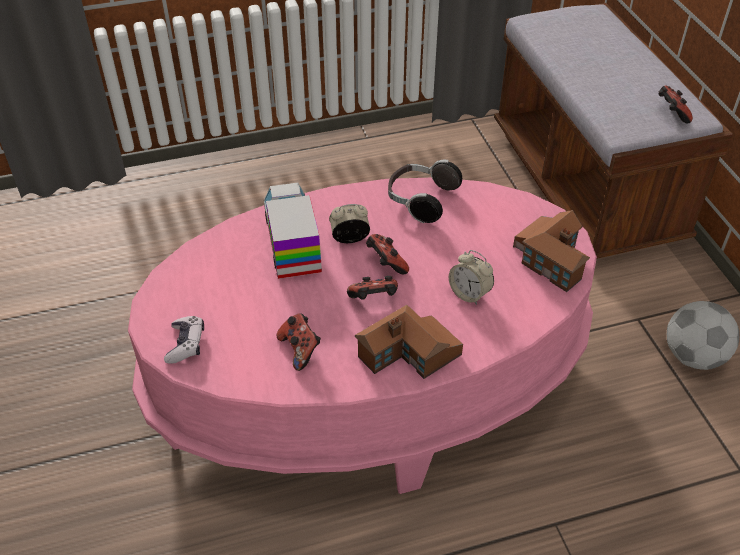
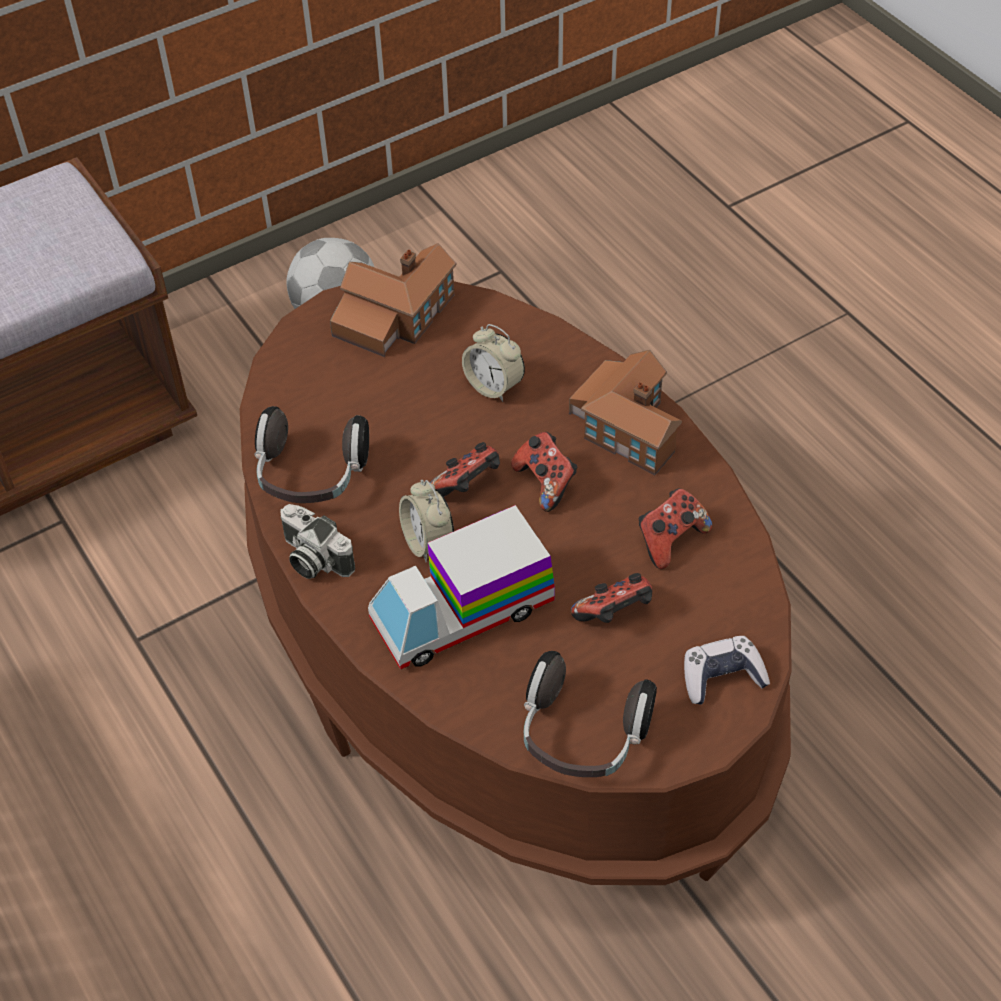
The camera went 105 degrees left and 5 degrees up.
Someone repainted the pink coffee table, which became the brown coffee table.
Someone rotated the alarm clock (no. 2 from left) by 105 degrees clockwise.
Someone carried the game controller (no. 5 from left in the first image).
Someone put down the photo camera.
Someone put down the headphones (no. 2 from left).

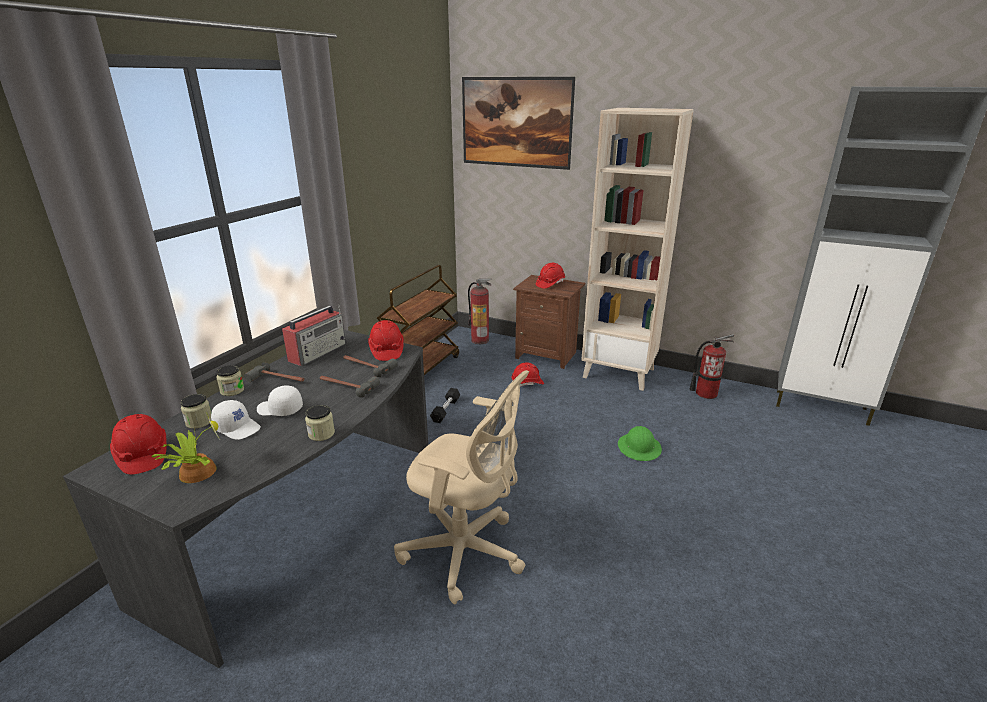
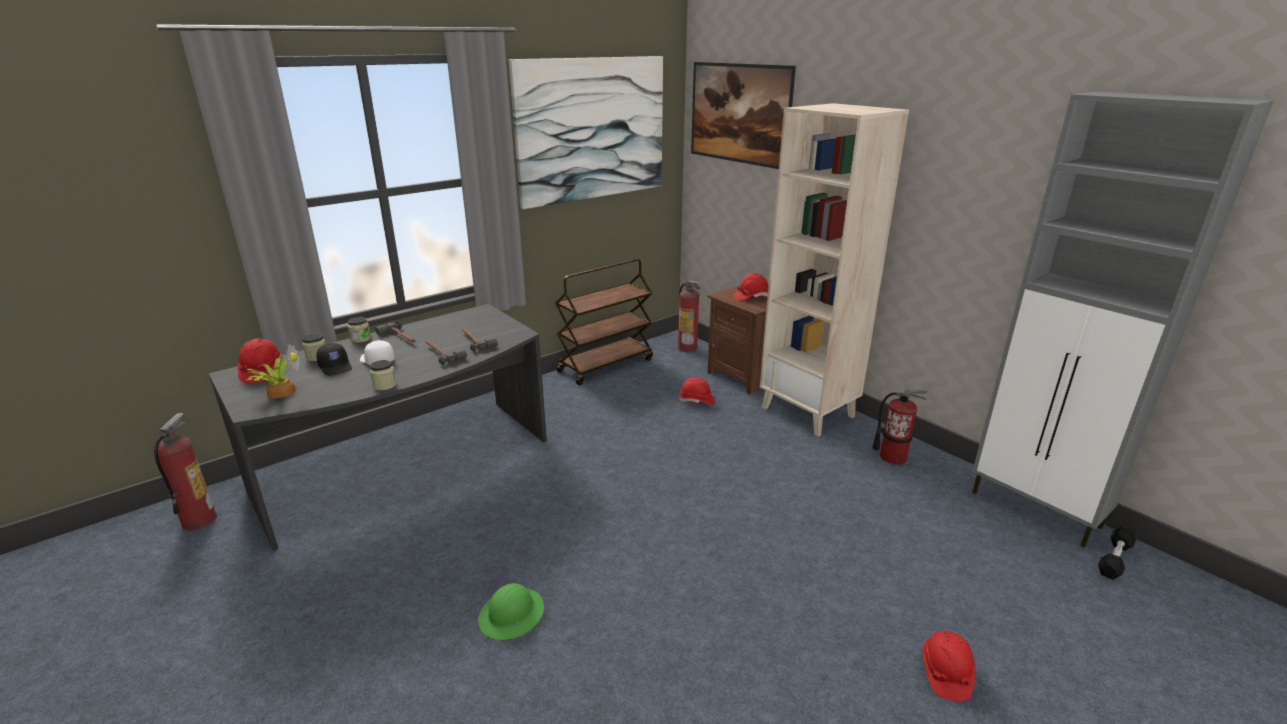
The camera went 25 degrees right and 0 degrees up.
Someone repainted the white cap (no. 1 from left), which became the black cap.
Someone took away the radio.
Someone carried the red hard hat (no. 2 from left in the first image).
Someone took away the beige office chair.
Someone carried the black dumbbell.
Someone carried the green hard hat.
Someone put down the fire extinguisher (no. 1 from left).
Someone put up the picture (no. 1 from left).

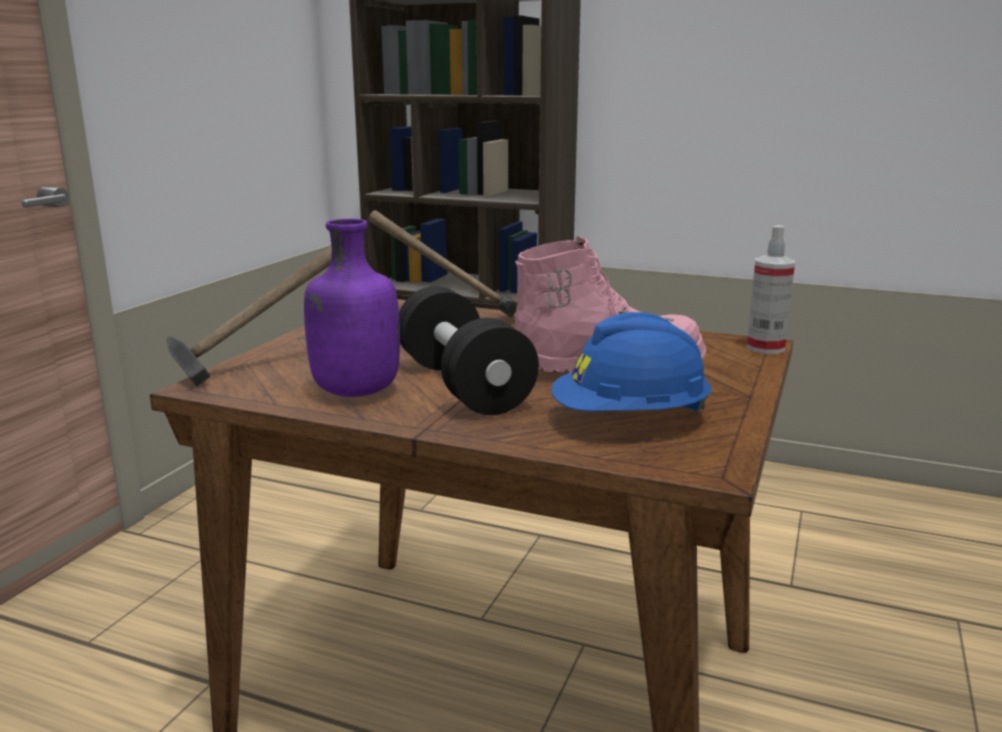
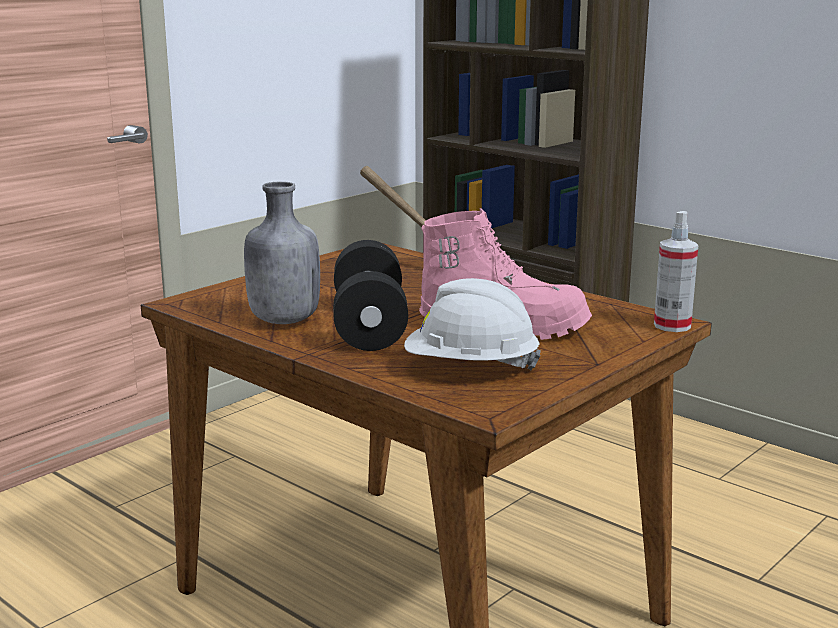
The camera went 20 degrees right and 0 degrees up.
Someone took away the hammer (no. 1 from left).
Someone repainted the purple bottle, which became the grey bottle.
Someone repainted the blue hard hat, which became the white hard hat.

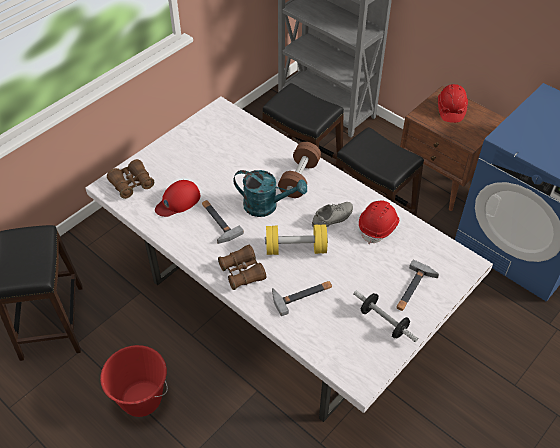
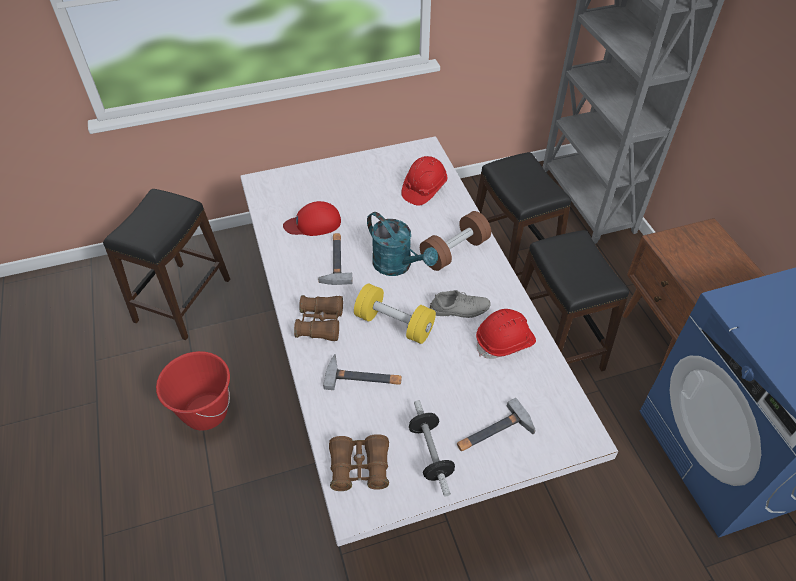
The camera went 30 degrees right and 0 degrees up.
Someone carried the brown binoculars (no. 1 from left in the first image).
Someone carried the red hard hat (no. 2 from left in the first image).

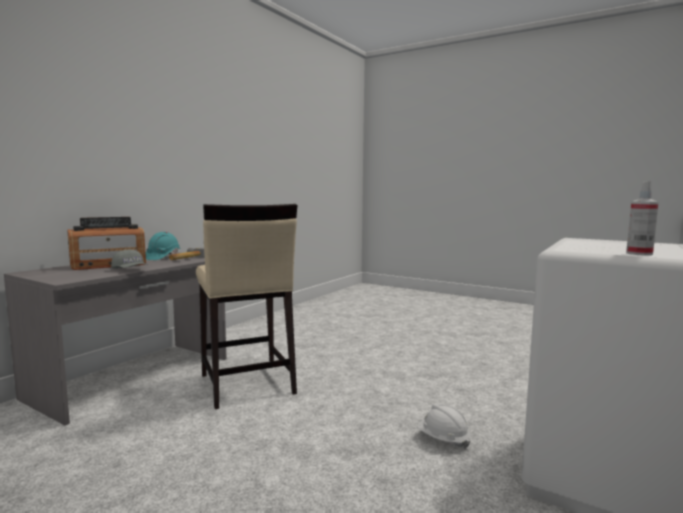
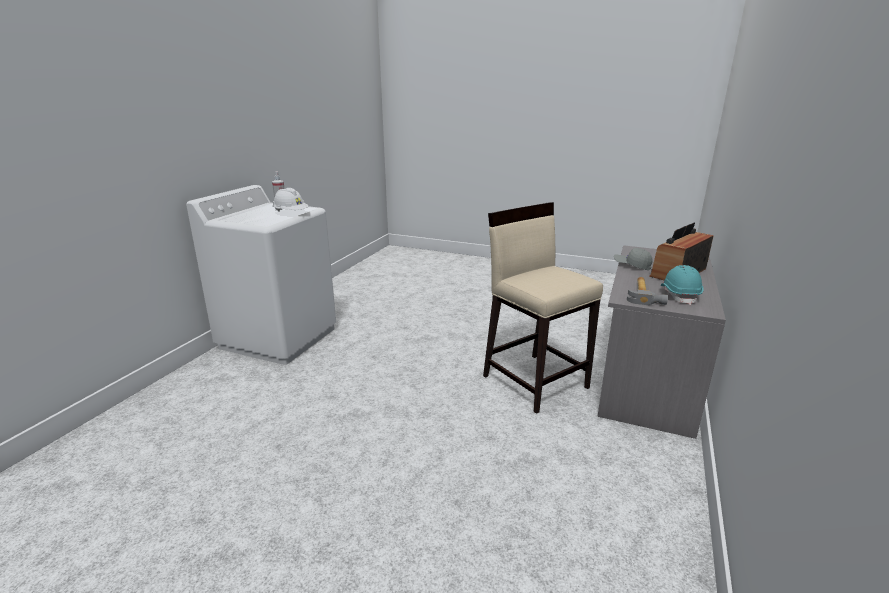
The camera went 170 degrees right and 15 degrees up.
Someone carried the white hard hat.

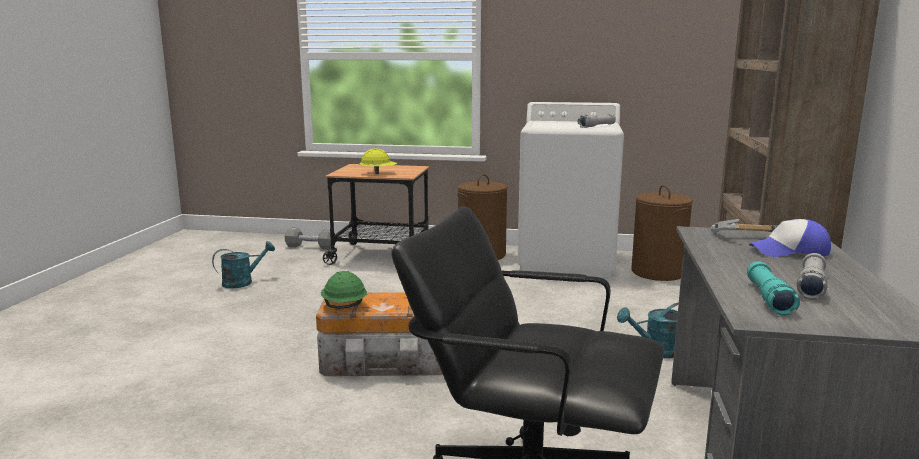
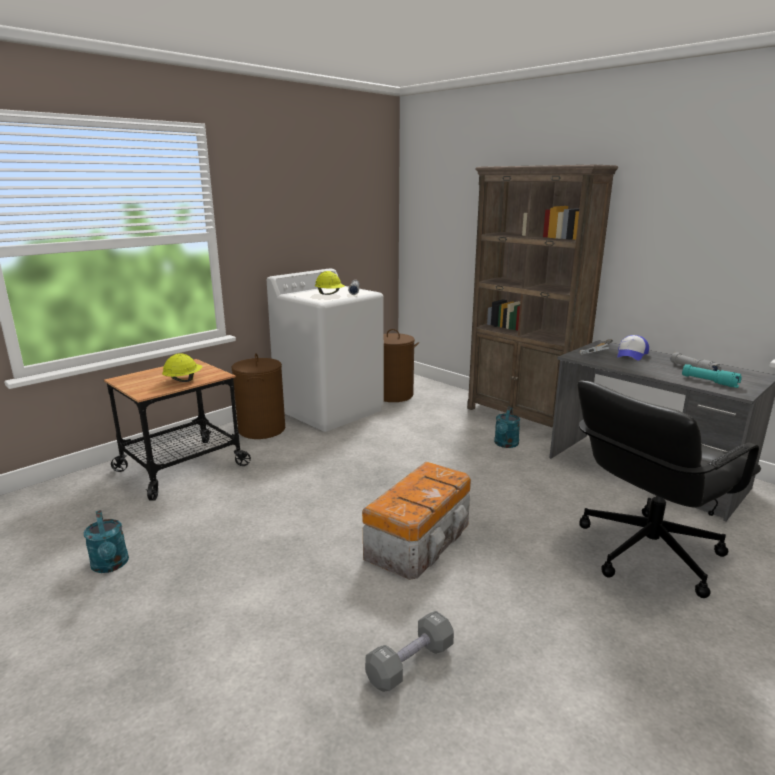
The camera went 55 degrees left and 5 degrees up.
Someone rotated the turquoise watering can (no. 1 from left) by 150 degrees clockwise.
Someone carried the grey dumbbell.
Someone took away the green hard hat.
Someone put down the yellow hard hat (no. 2 from left).

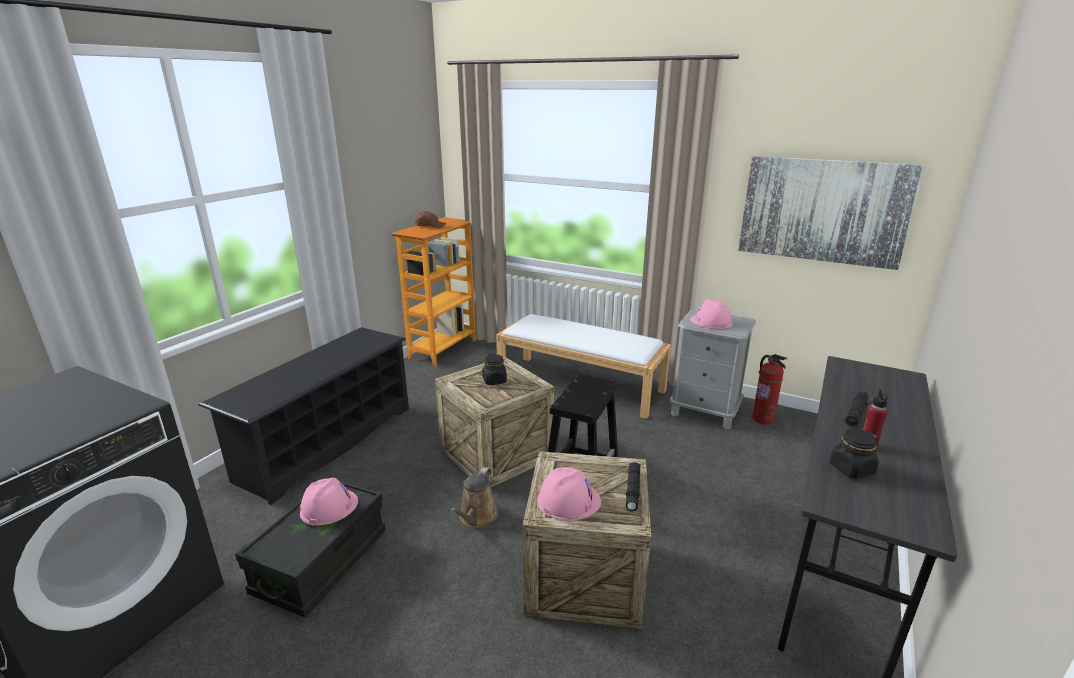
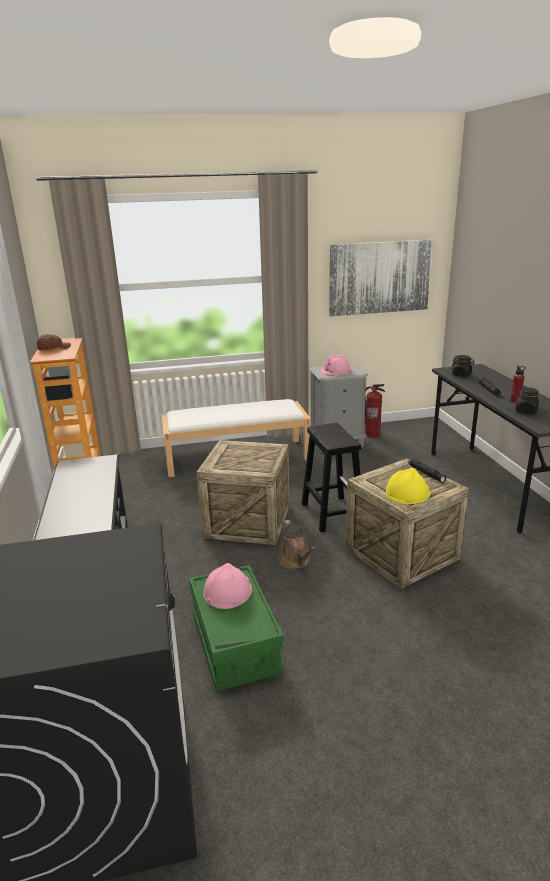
The camera went 40 degrees left and 0 degrees up.
Someone repainted the black storage box, which became the green storage box.
Someone carried the black jar (no. 1 from left).
Someone repainted the pink hard hat (no. 2 from left), which became the yellow hard hat.

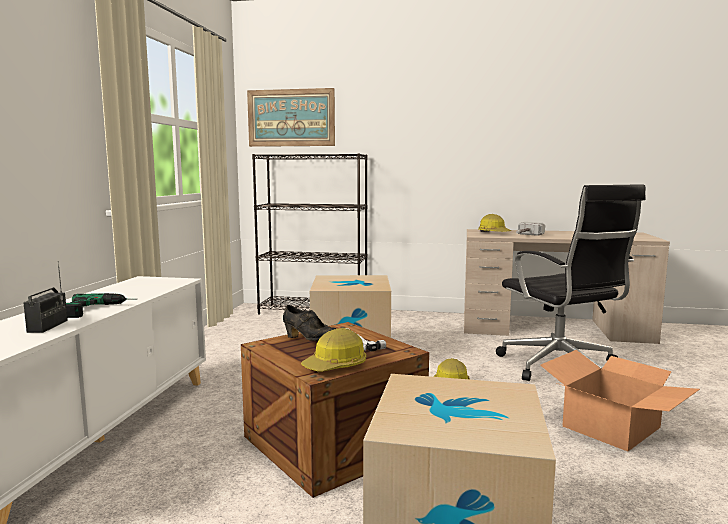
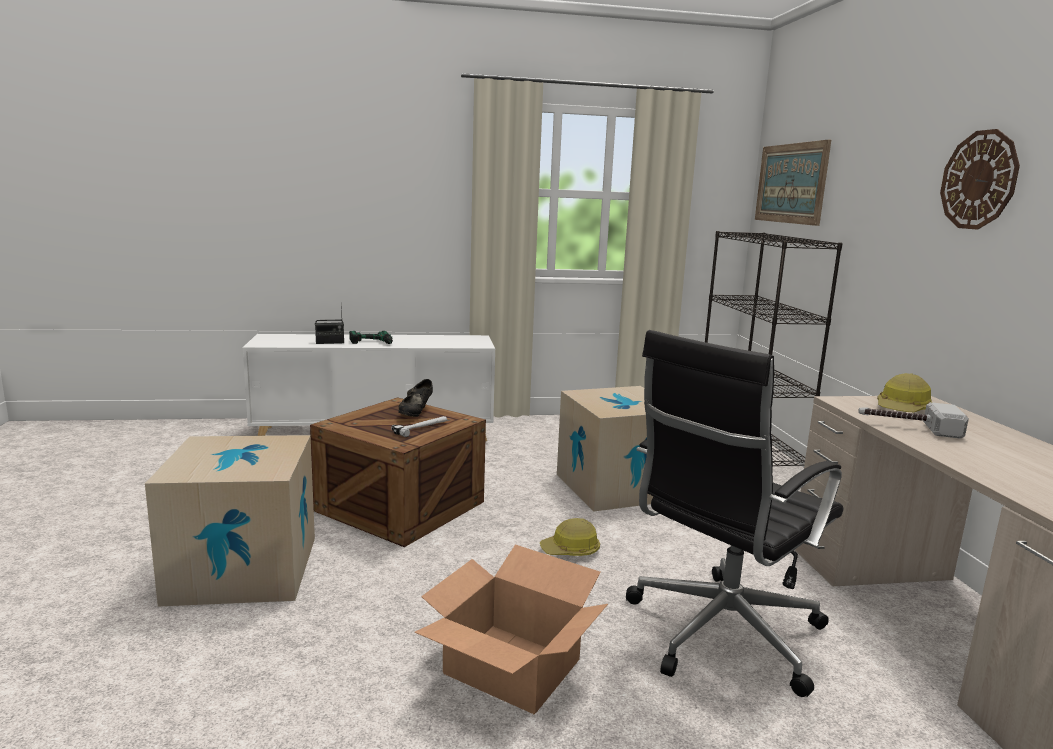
The camera went 70 degrees right and 5 degrees up.
Someone took away the hard hat (no. 1 from left).
Someone put up the wall clock.

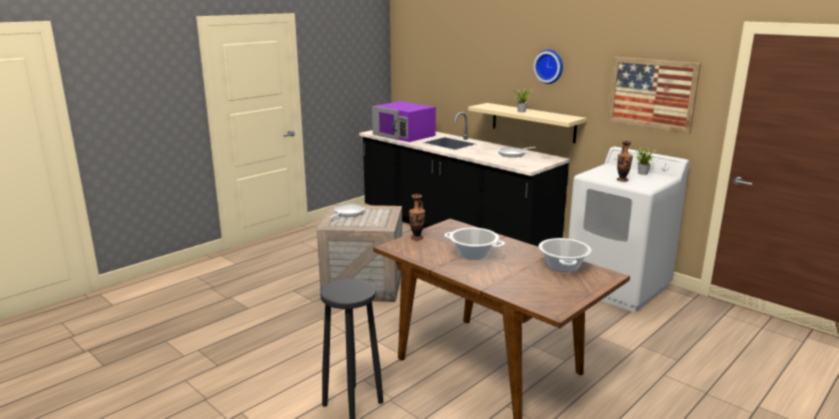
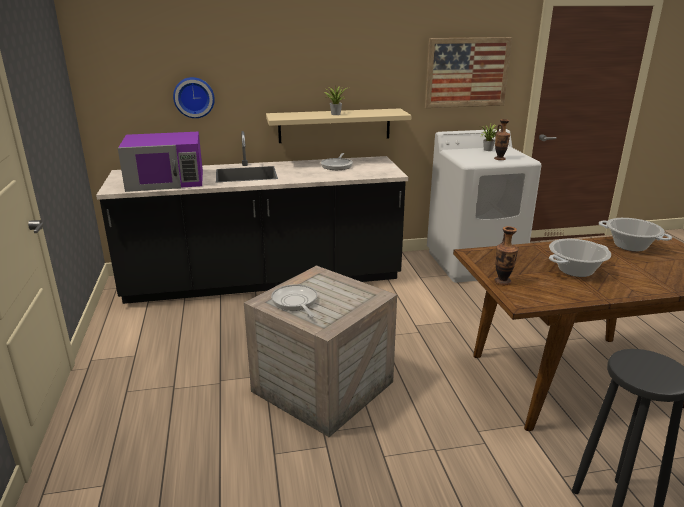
The camera went 55 degrees left and 5 degrees up.
Someone carried the wall clock.

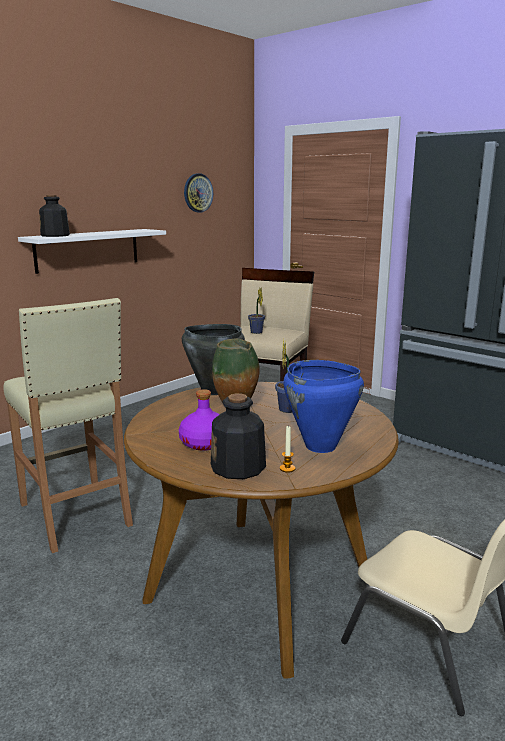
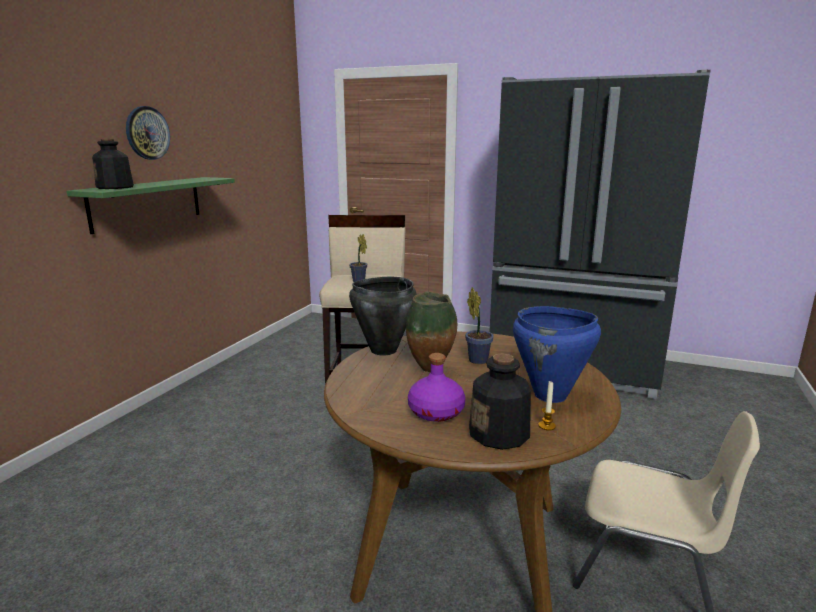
The camera went 20 degrees left and 0 degrees up.
Someone took away the beige stool (no. 1 from left).
Someone repainted the white shelf, which became the green shelf.
Someone carried the wall clock.

